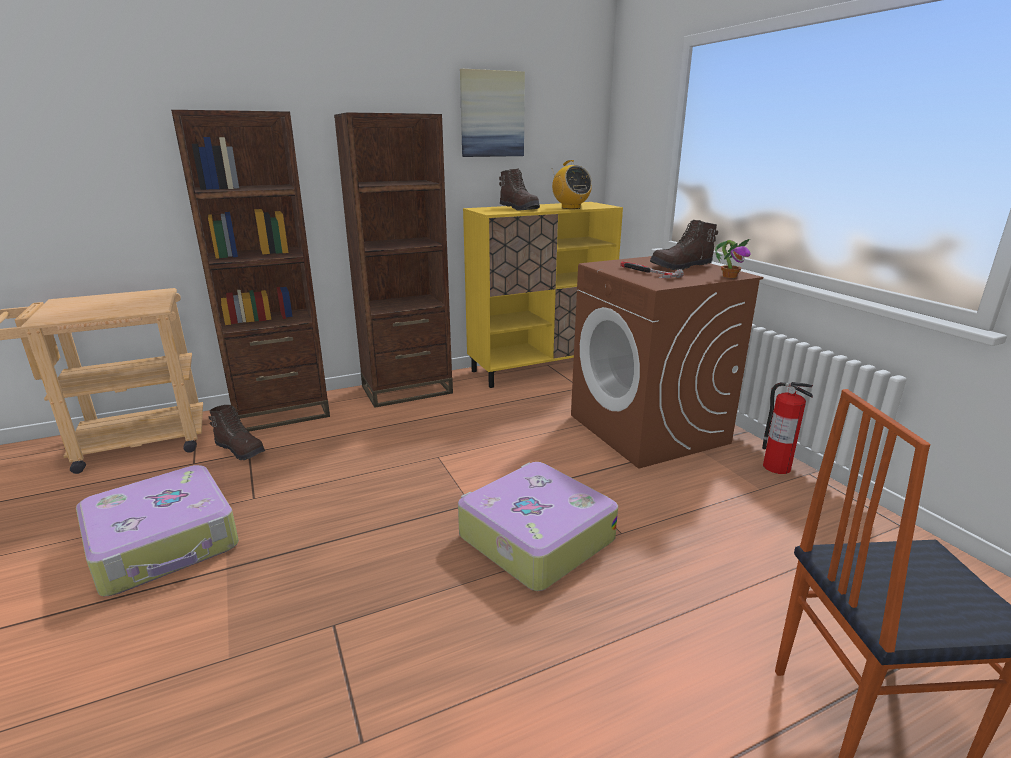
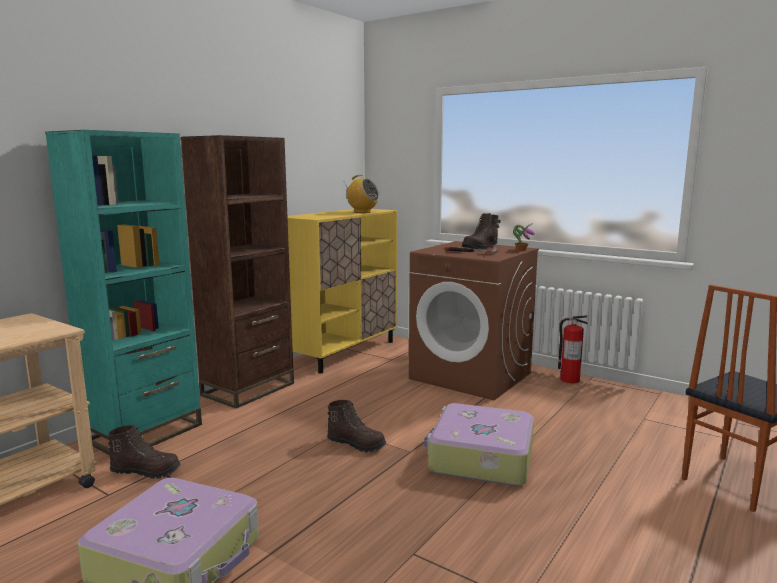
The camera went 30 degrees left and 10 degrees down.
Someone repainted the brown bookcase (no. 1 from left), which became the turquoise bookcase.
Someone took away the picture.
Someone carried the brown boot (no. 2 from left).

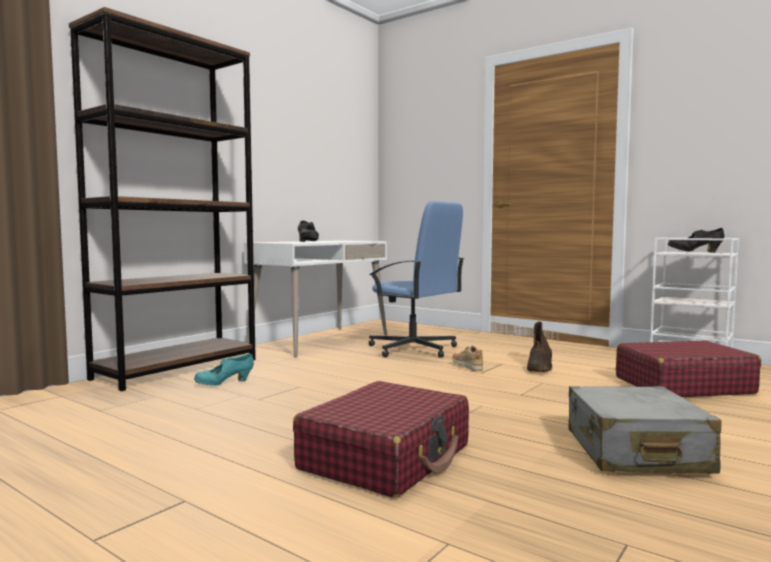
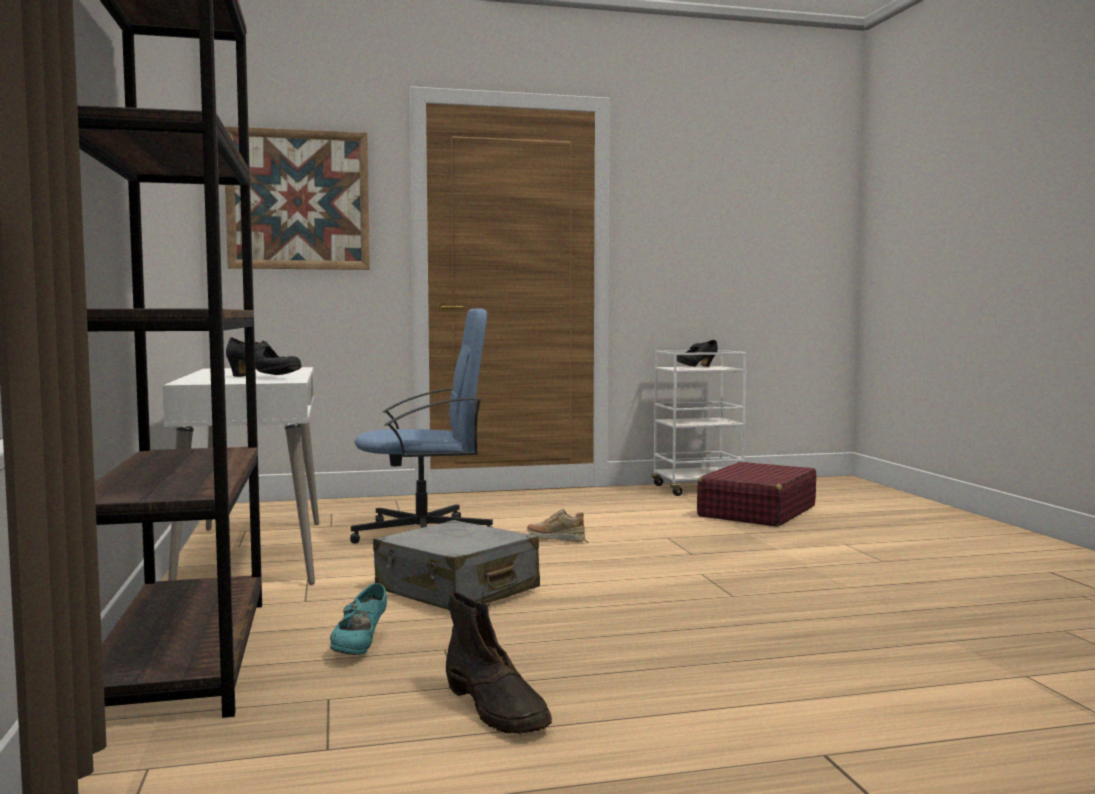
The camera went 50 degrees left and 0 degrees up.
Someone took away the red suitcase (no. 1 from left).
Someone carried the brown boot.
Someone carried the grey suitcase.
Someone put up the picture.

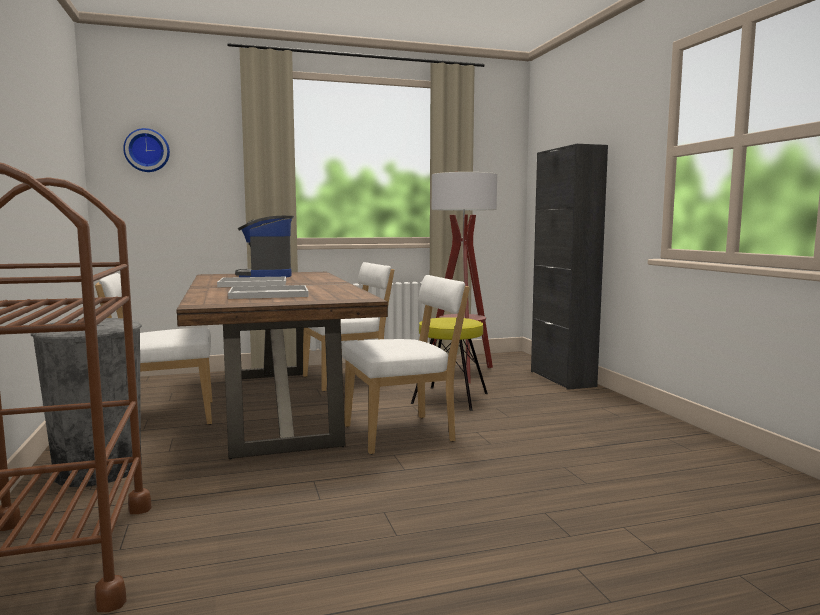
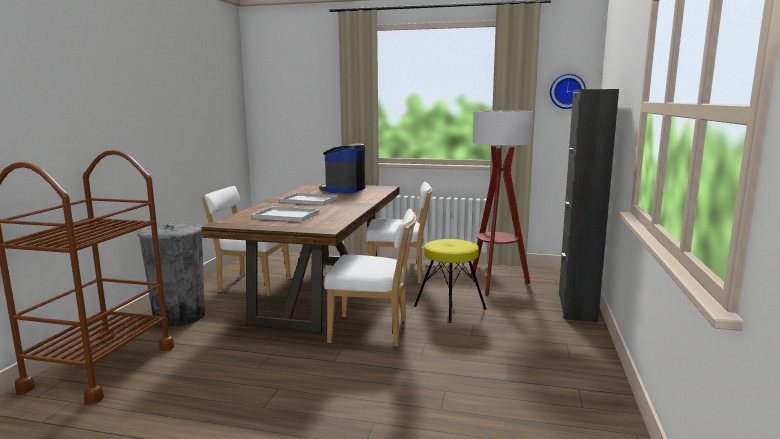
The camera went 30 degrees right and 5 degrees up.
Someone carried the wall clock.

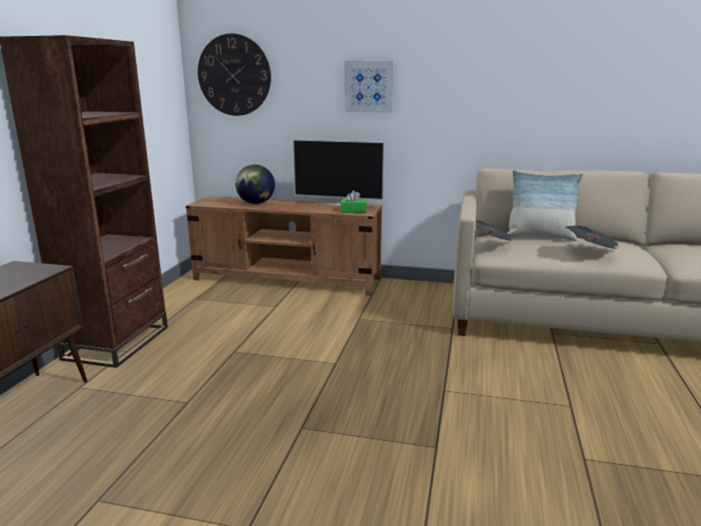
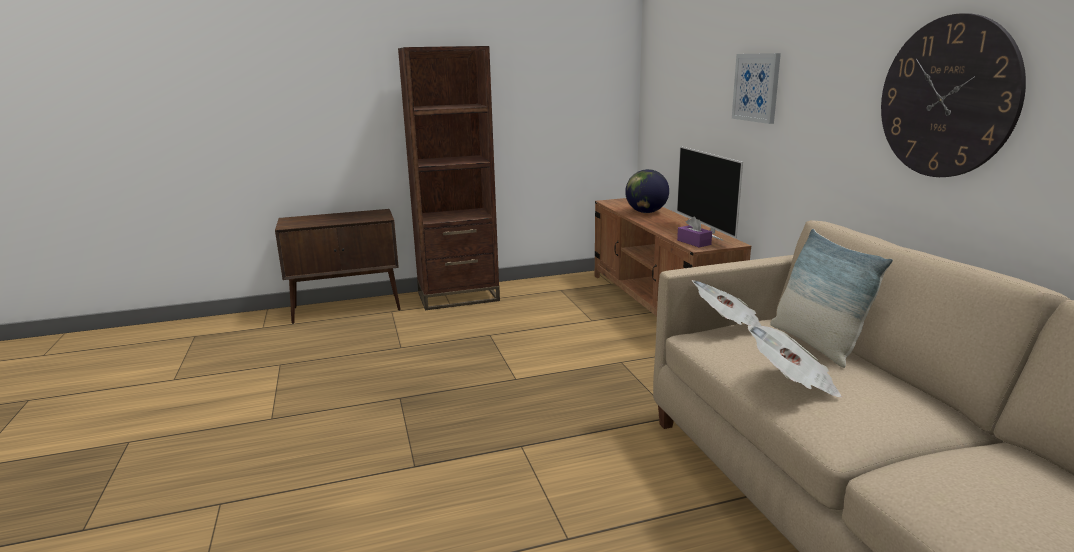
The camera went 60 degrees right and 0 degrees up.
Someone carried the wall clock.
Someone repainted the green tissue box, which became the purple tissue box.

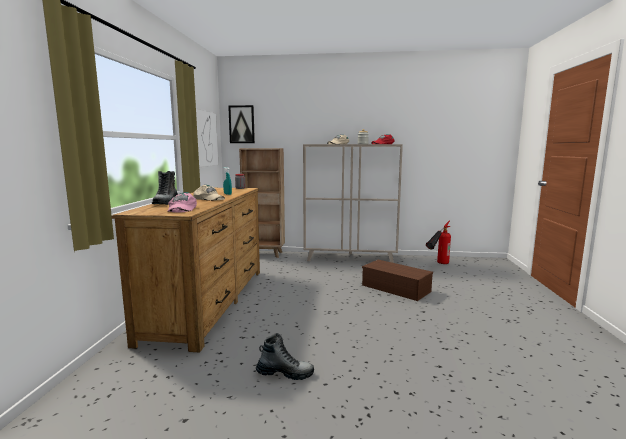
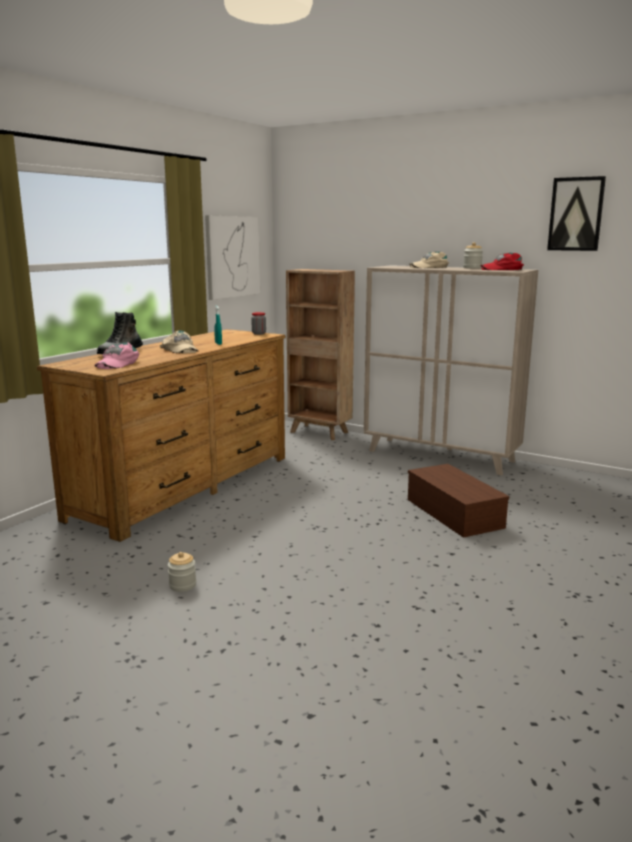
The camera went 25 degrees right and 5 degrees up.
Someone carried the picture (no. 2 from left).
Someone swapped the boot (no. 2 from left) for the jar (no. 1 from left).
Someone took away the fire extinguisher.

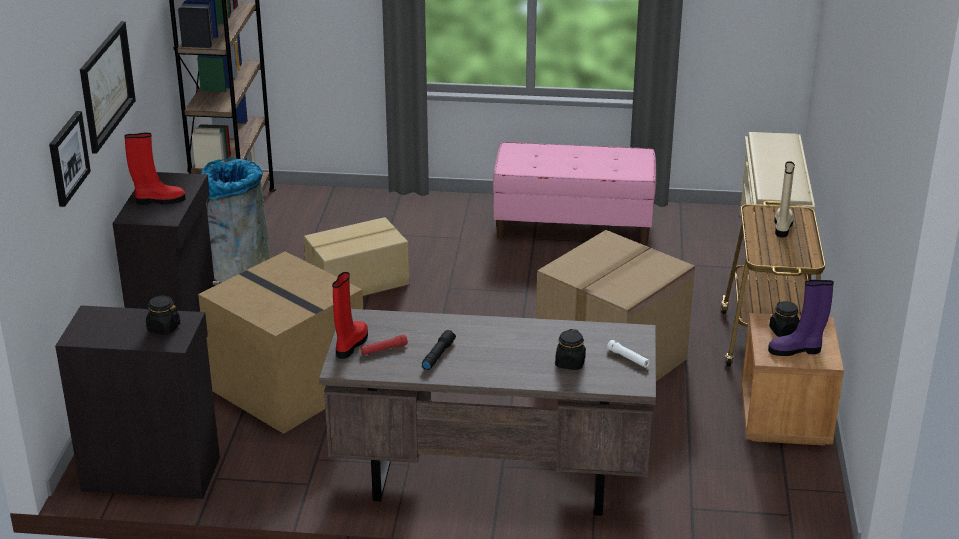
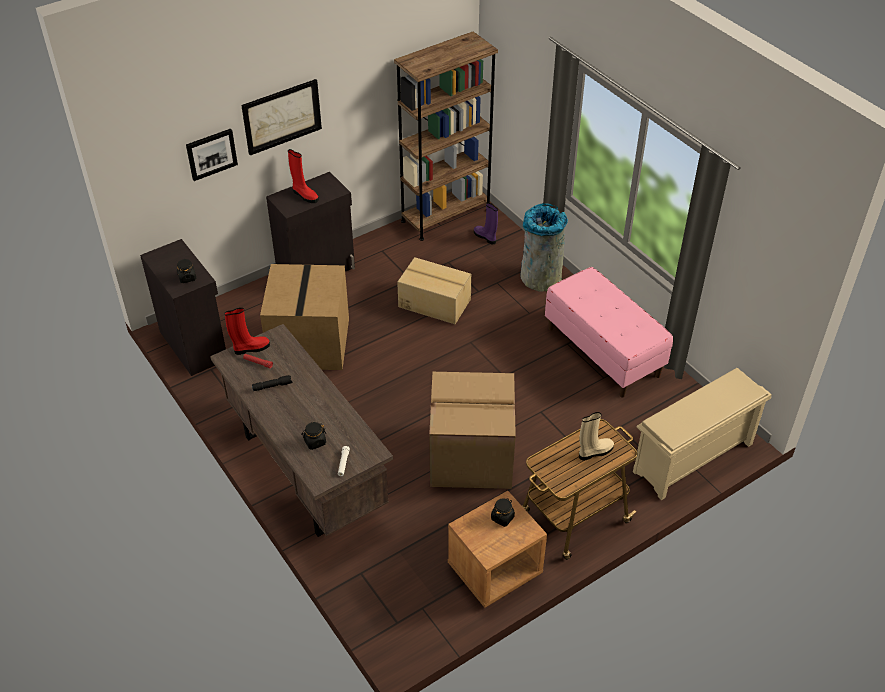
The camera went 50 degrees right and 15 degrees up.
Someone carried the grey trash can.
Someone carried the purple boot.

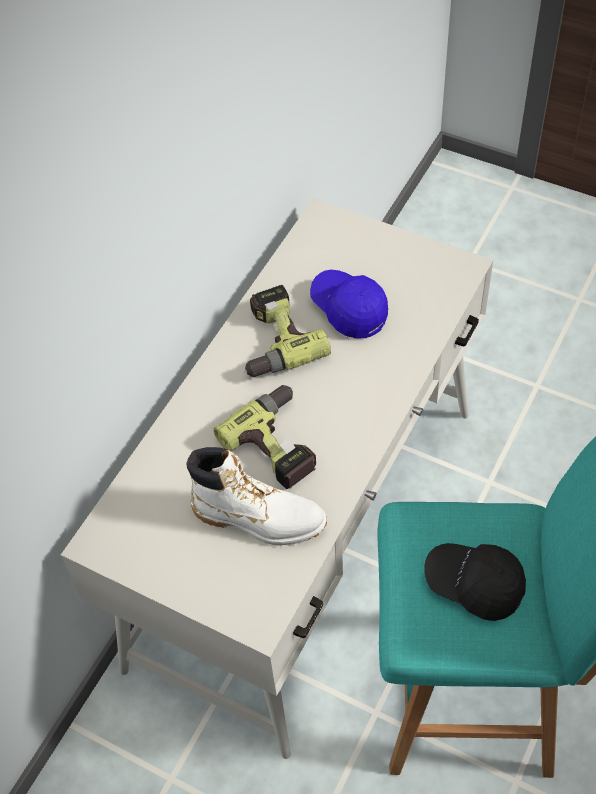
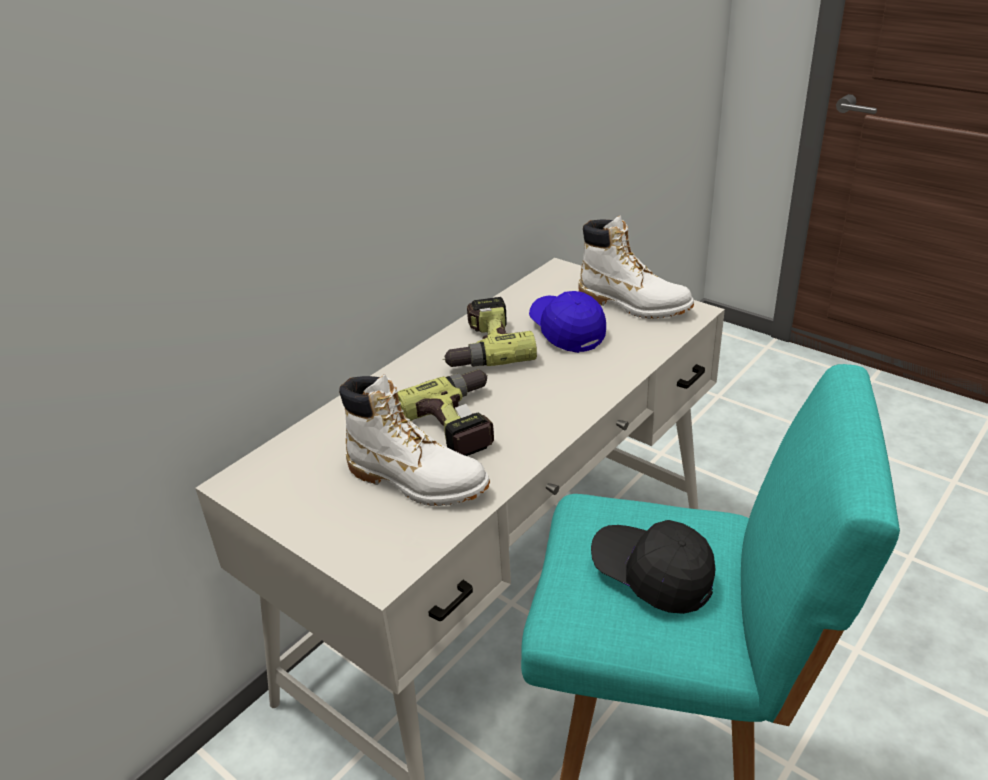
The camera went 10 degrees right and 20 degrees down.
Someone put down the white boot (no. 2 from left).

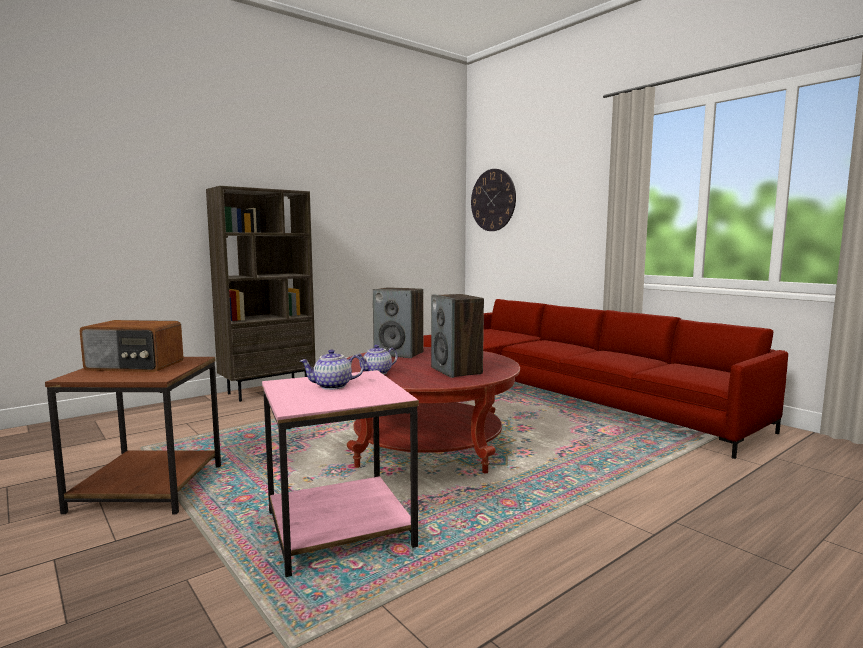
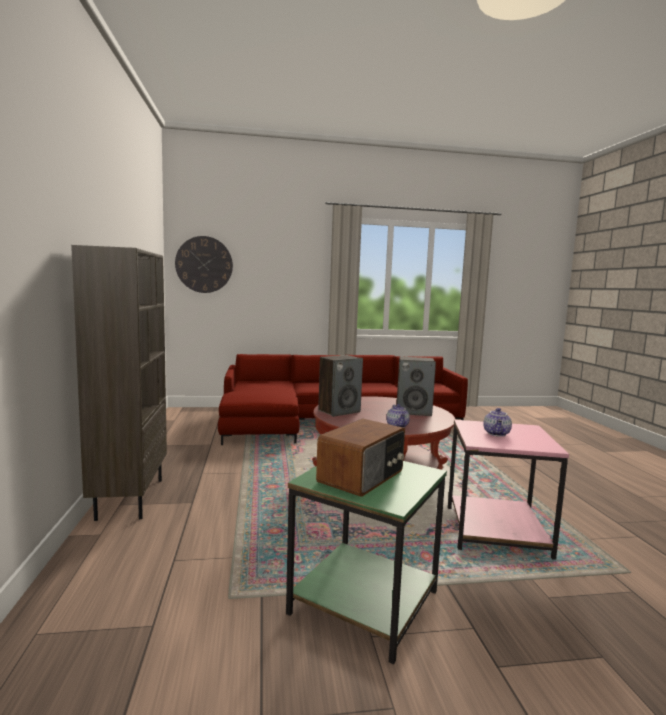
The camera went 60 degrees left and 0 degrees up.
Someone repainted the brown side table, which became the green side table.

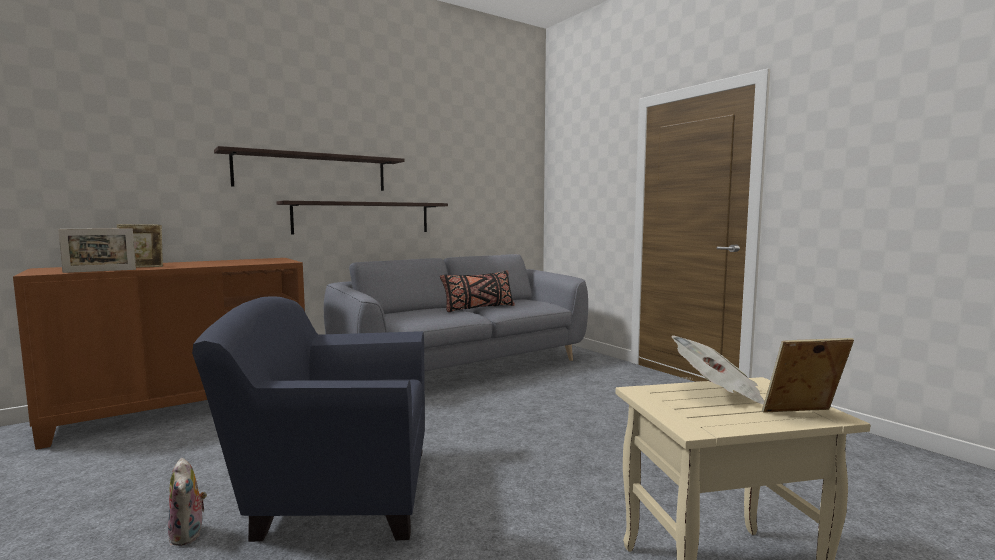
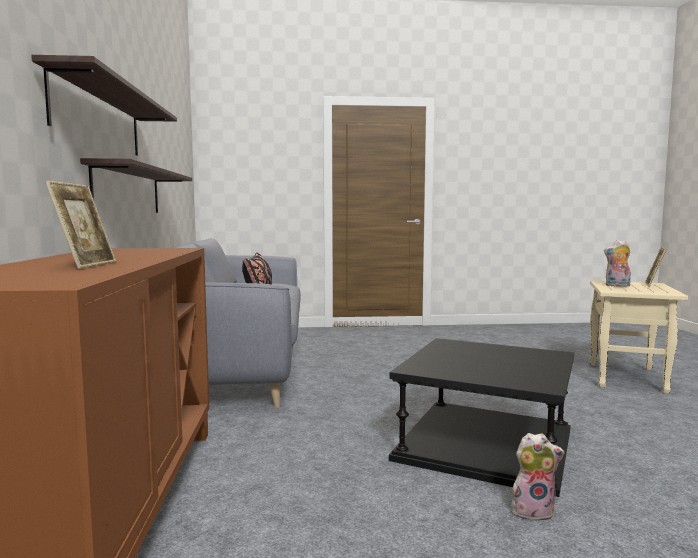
The camera went 60 degrees left and 0 degrees up.
Someone took away the picture frame (no. 1 from left).
Someone swapped the blue armchair for the black side table.
Someone swapped the newspaper for the plush toy (no. 2 from left).

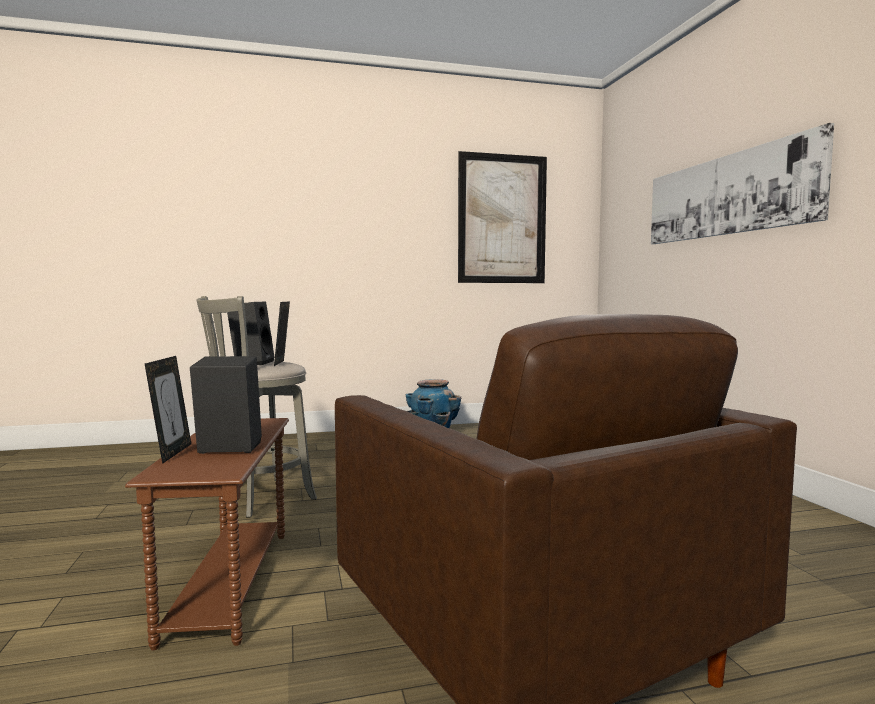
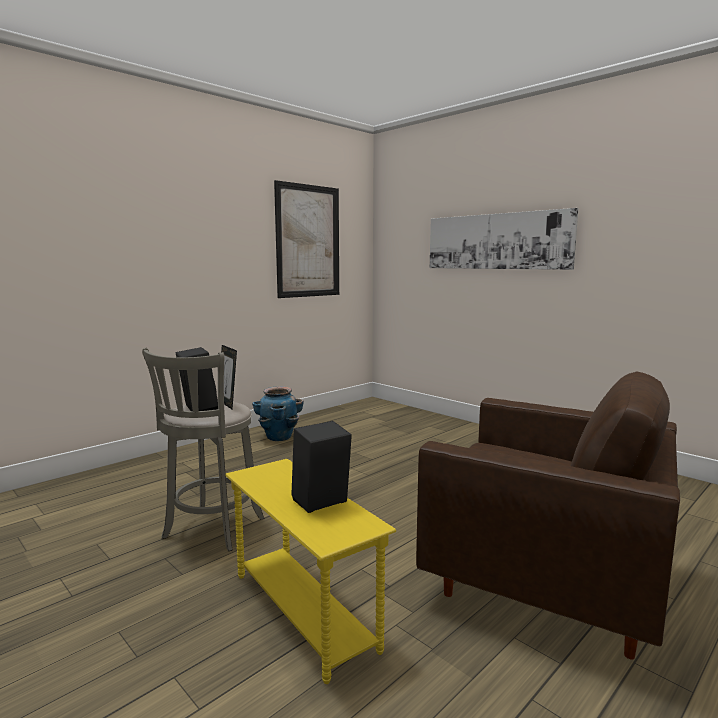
The camera went 30 degrees left and 5 degrees up.
Someone repainted the brown side table, which became the yellow side table.
Someone took away the picture frame (no. 1 from left).

